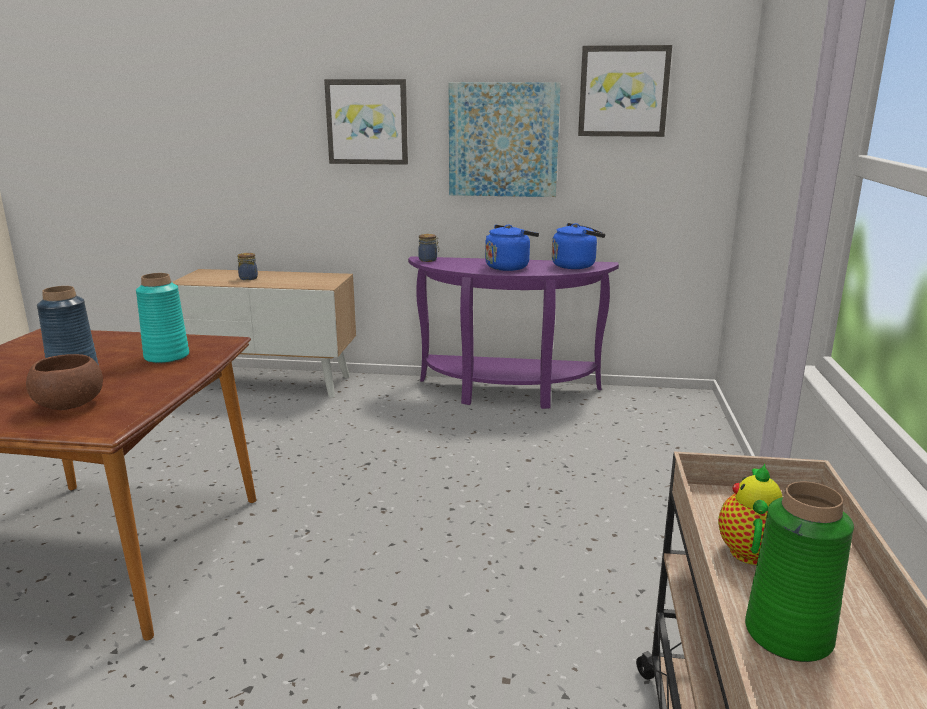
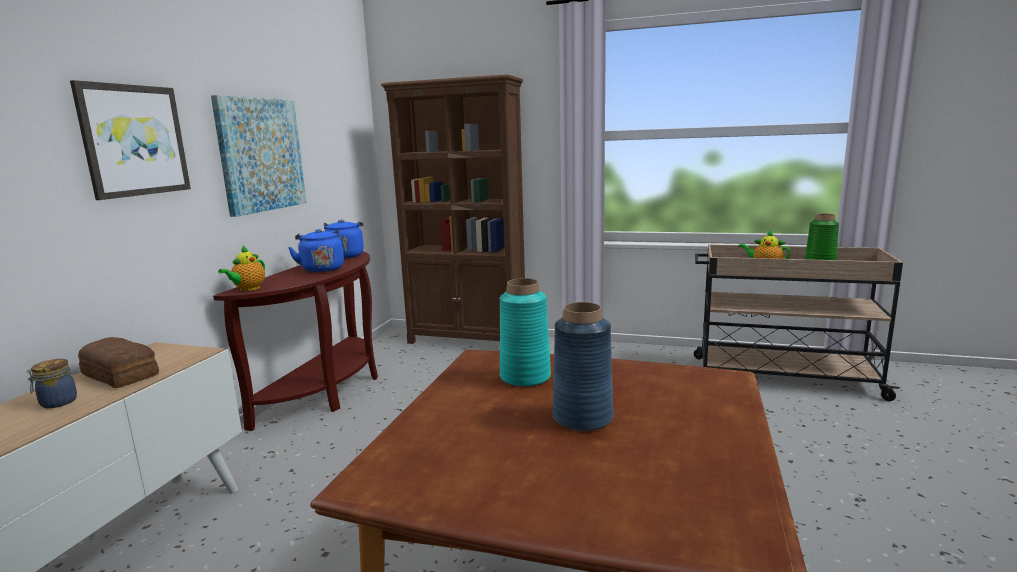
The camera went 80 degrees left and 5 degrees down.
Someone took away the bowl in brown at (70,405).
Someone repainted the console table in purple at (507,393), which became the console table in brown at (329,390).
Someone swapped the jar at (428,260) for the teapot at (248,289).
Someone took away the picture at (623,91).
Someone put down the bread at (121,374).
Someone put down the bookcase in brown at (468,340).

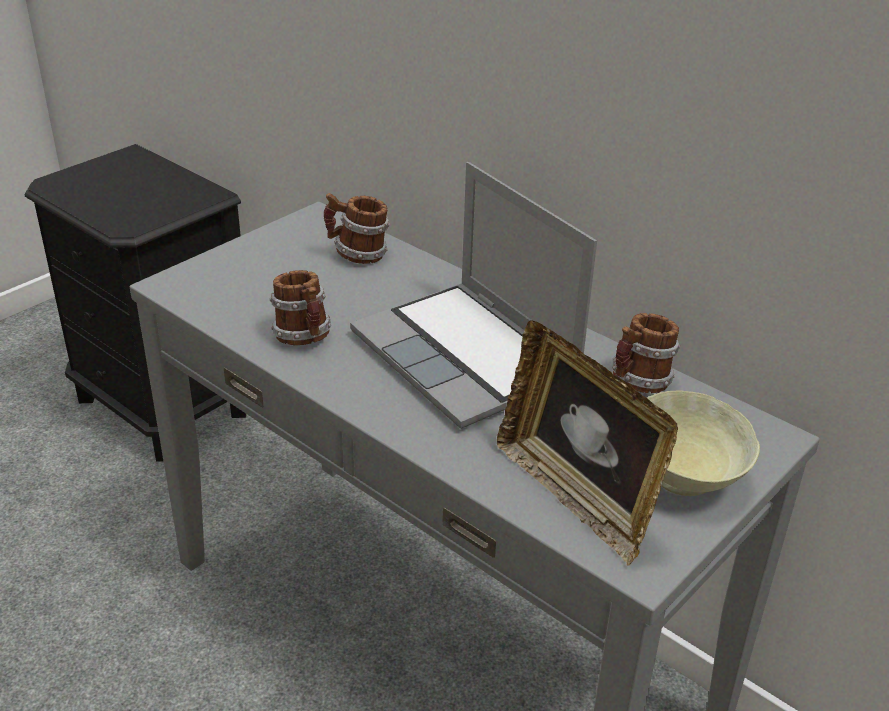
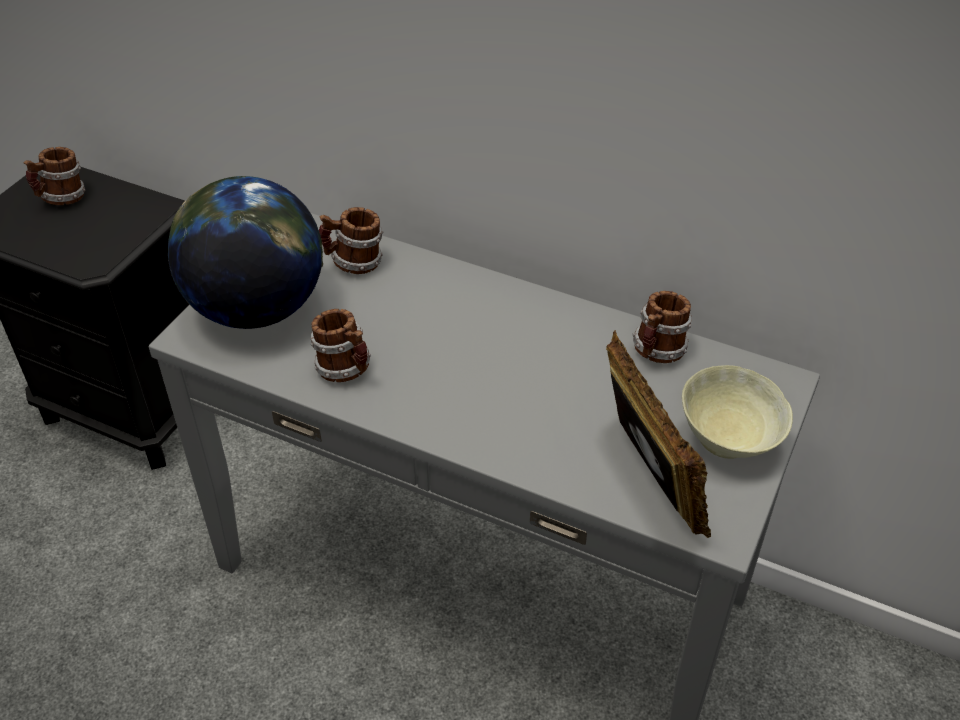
The camera went 15 degrees left and 10 degrees up.
Someone took away the laptop at (468,357).
Someone rotated the picture frame at (576,495) by 150 degrees counterclockwise.
Someone put down the mug at (62,199).
Someone put down the globe at (257,309).

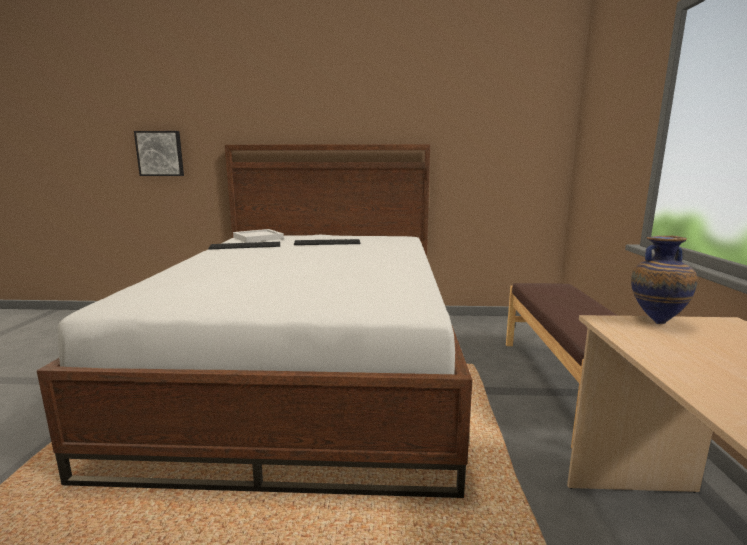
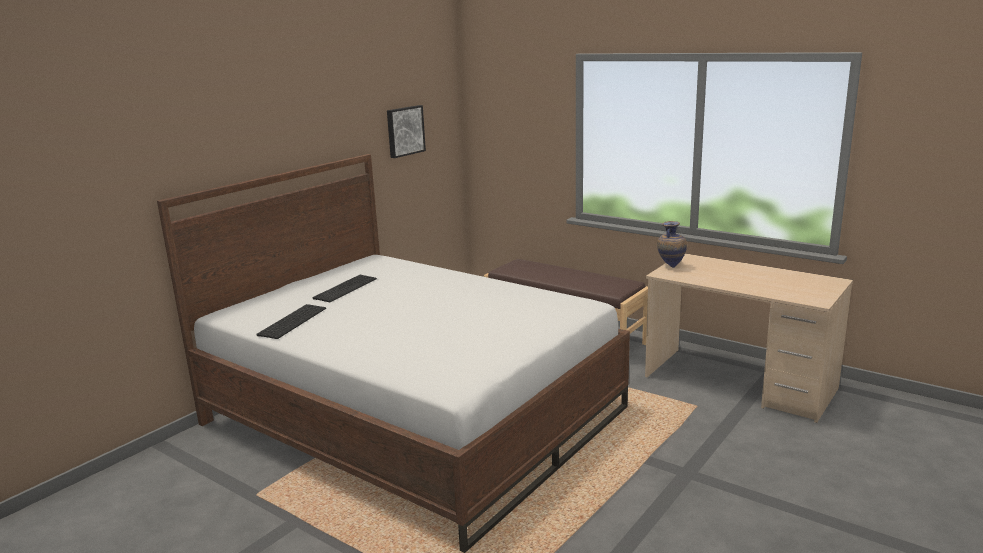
The camera went 55 degrees left and 5 degrees up.
Someone carried the picture from (160,153) to (404,131).
Someone took away the tray in white at (258,238).

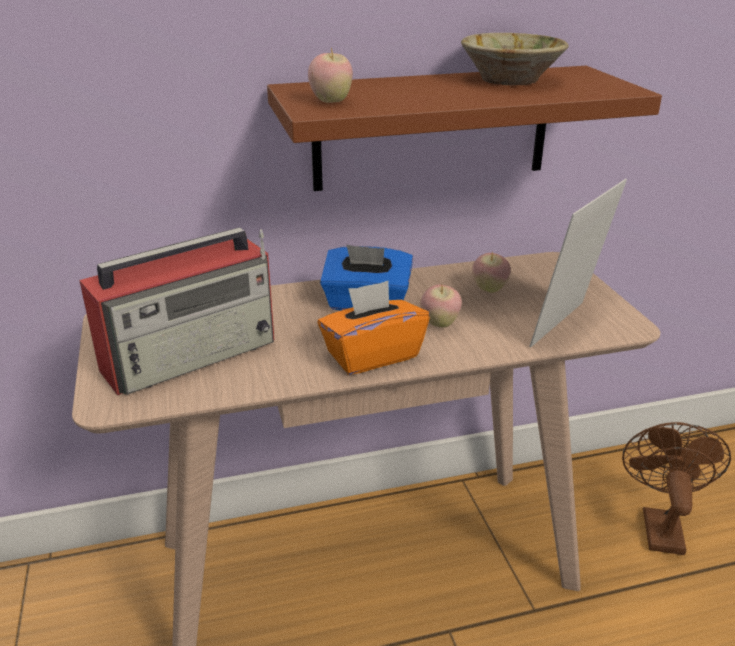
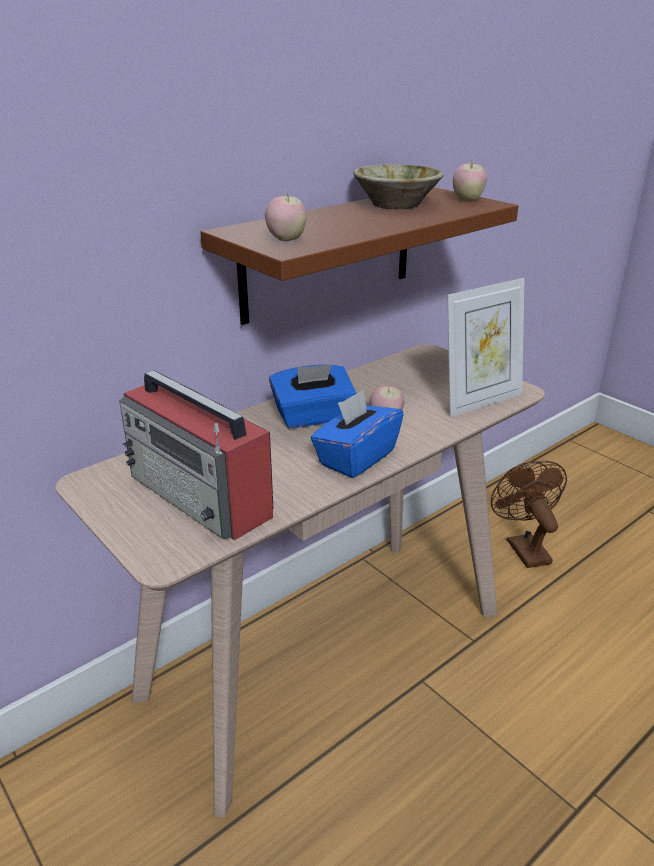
The camera went 25 degrees left and 0 degrees up.
Someone rotated the radio at (193,354) by 105 degrees clockwise.
Someone repainted the tissue box in orange at (372,355), which became the tissue box in blue at (356,458).
Someone carried the apple from (489,289) to (467,200).
Someone rotated the picture frame at (567,327) by 135 degrees counterclockwise.

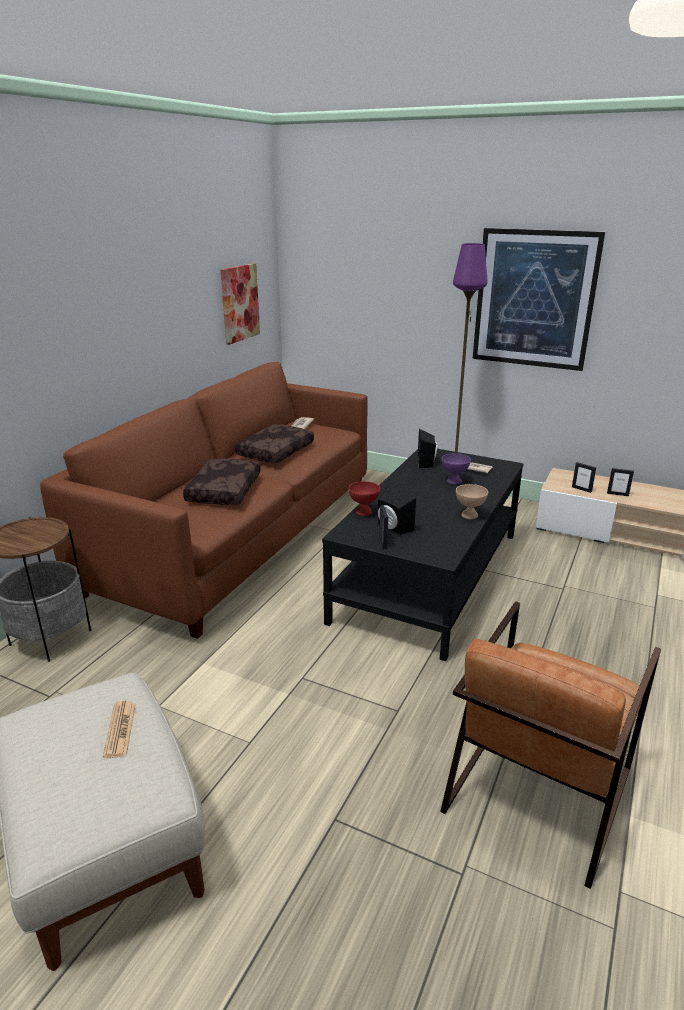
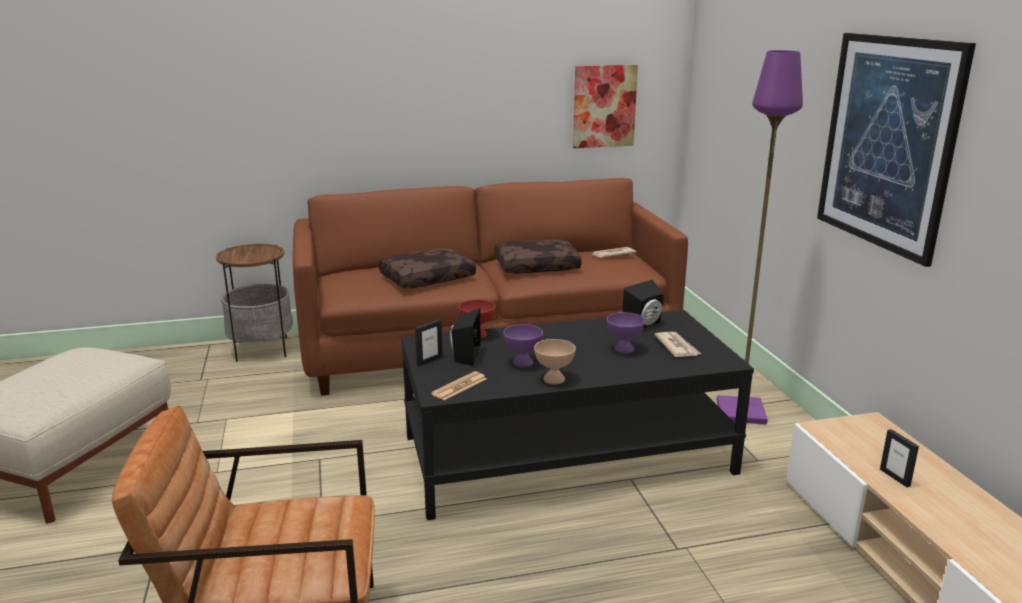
The camera went 50 degrees right and 5 degrees down.
Someone carried the newspaper from (120,729) to (459,386).
Someone took away the picture frame at (581,489).
Someone put down the bowl in purple at (522,363).

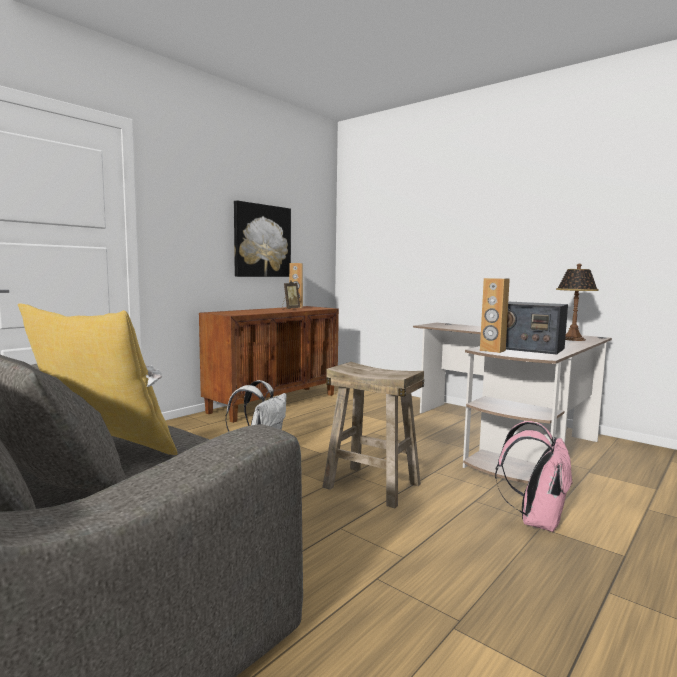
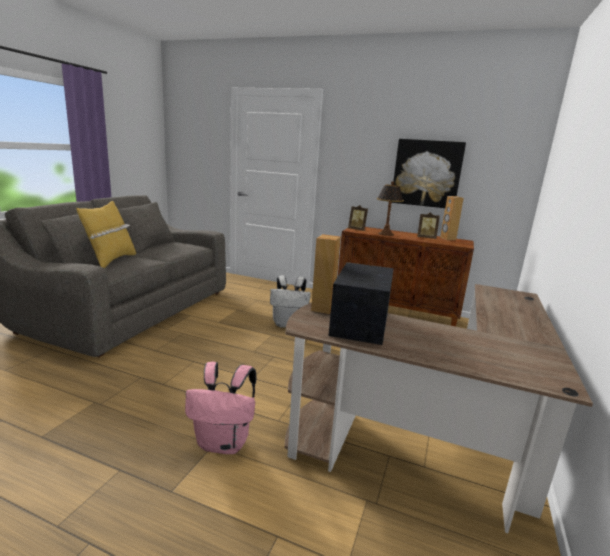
The camera went 70 degrees right and 10 degrees up.
Someone took away the stool in beige at (371,486).
Someone carried the table lamp from (573,339) to (385,234).
Someone put down the picture frame at (357,230).

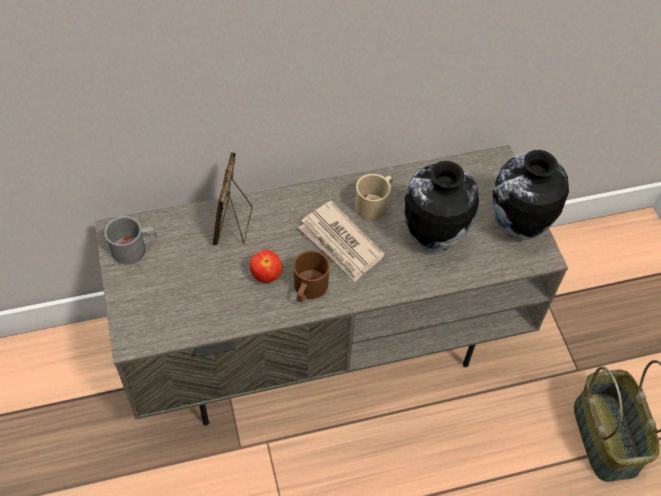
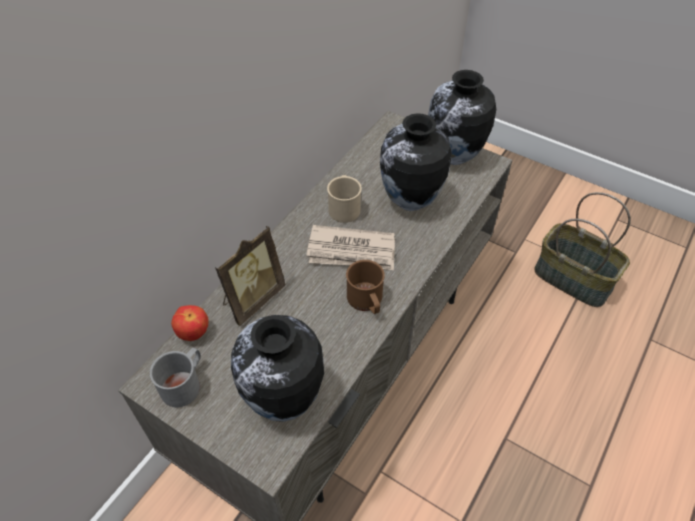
The camera went 40 degrees left and 5 degrees down.
Someone rotated the picture frame at (233,224) by 105 degrees counterclockwise.
Someone carried the apple from (266,276) to (194,333).
Someone put down the vase at (283,401).

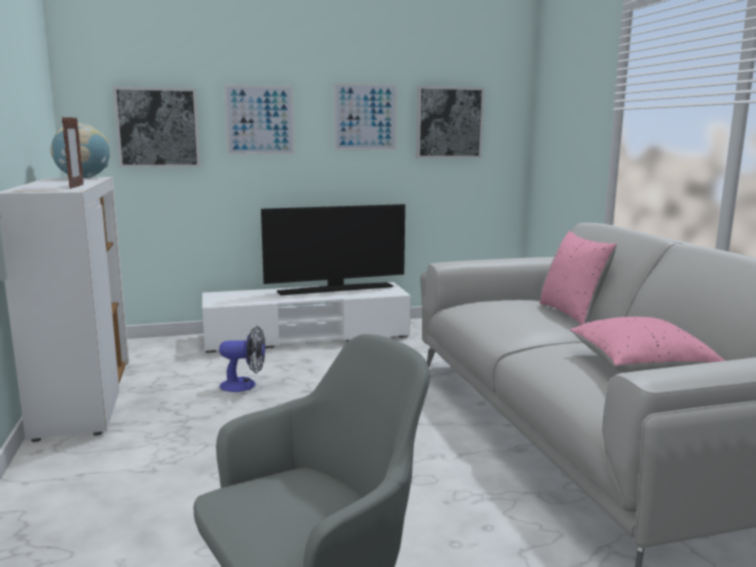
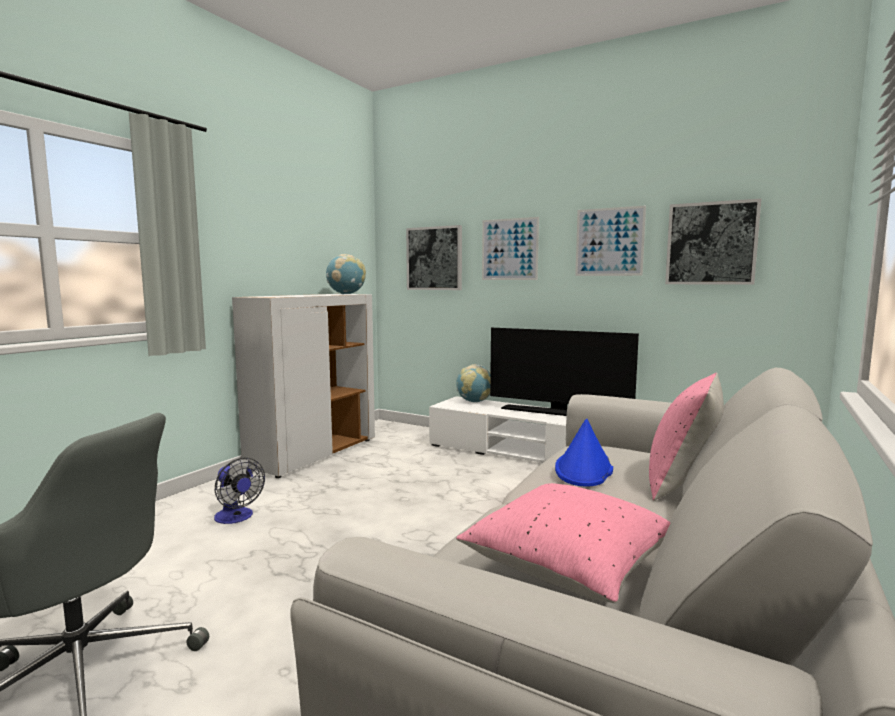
The camera went 45 degrees right and 5 degrees down.
Someone took away the picture frame at (76,187).
Someone carried the fan from (244,385) to (236,518).
Someone put down the globe at (474,402).
Someone put down the hat in blue at (584,469).

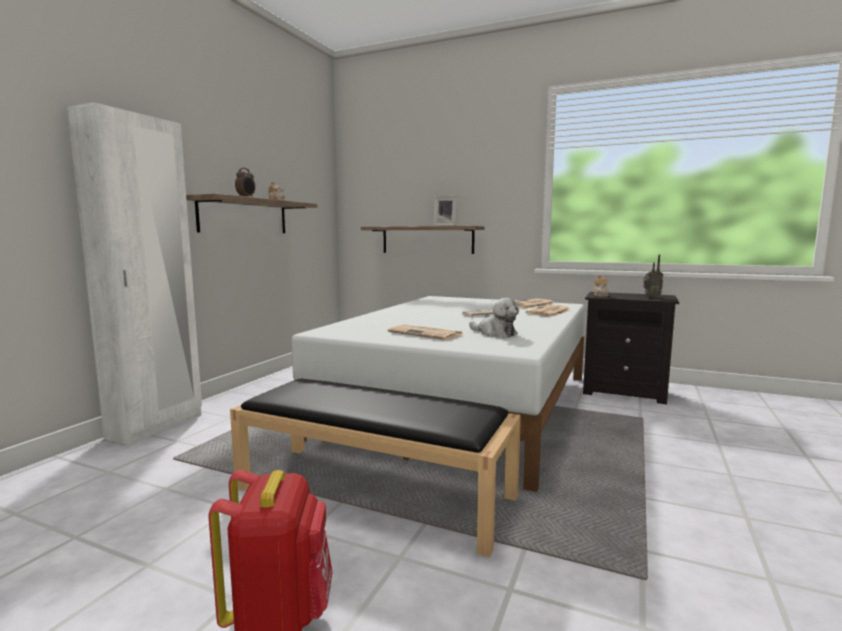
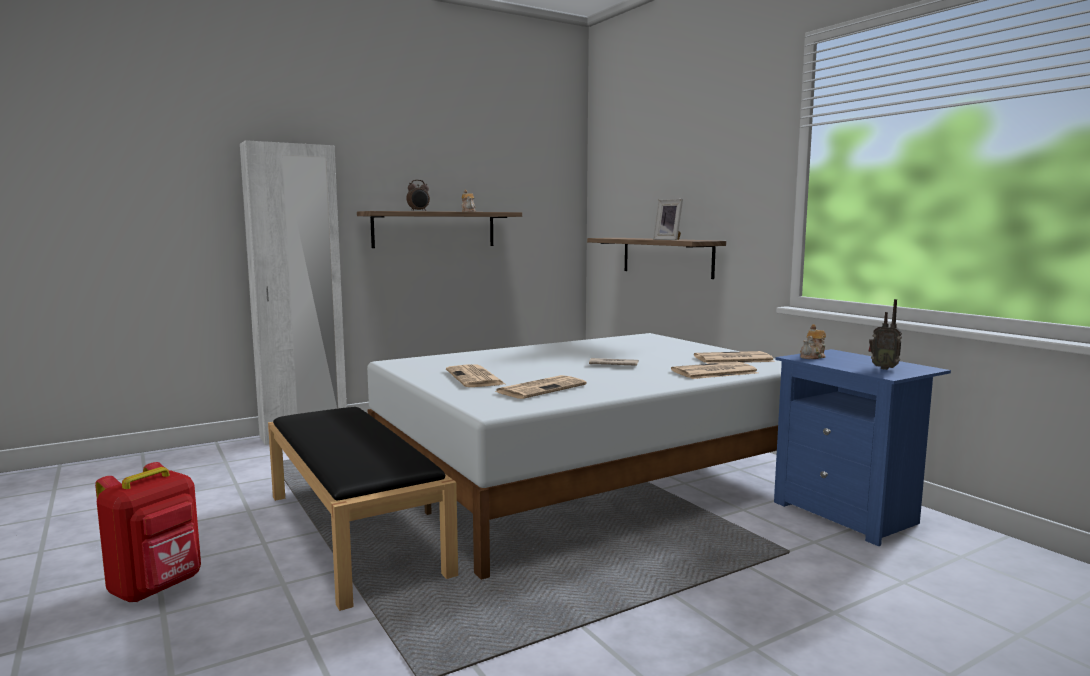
The camera went 35 degrees right and 0 degrees up.
Someone swapped the plush toy at (495,333) for the newspaper at (541,388).
Someone repainted the nightstand in black at (624,391), which became the nightstand in blue at (849,514).

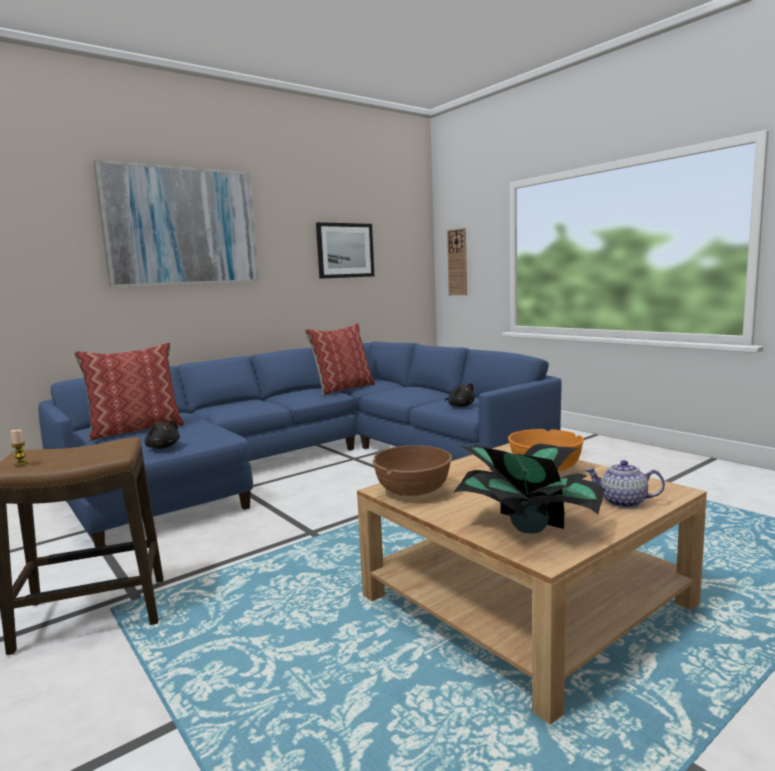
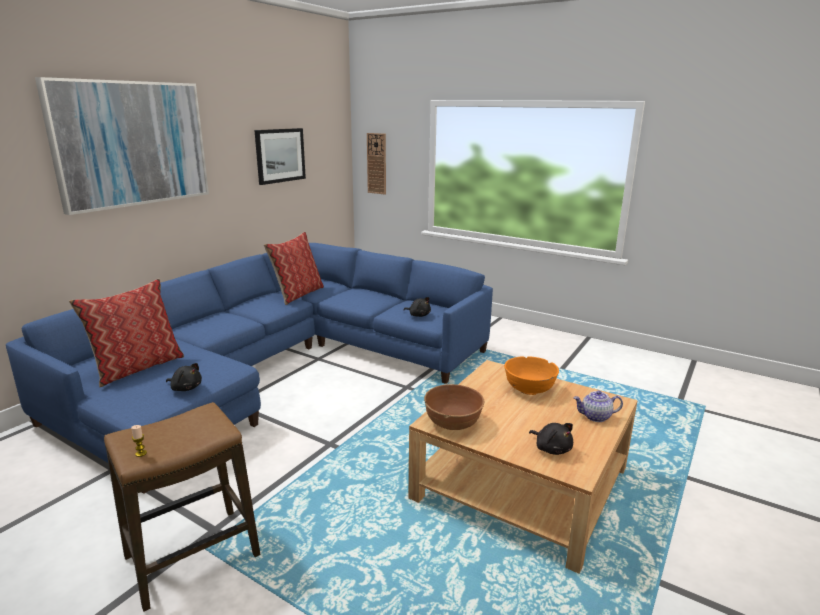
The camera went 20 degrees left and 10 degrees up.
Someone swapped the potted plant at (527,527) for the plush toy in black at (551,448).

